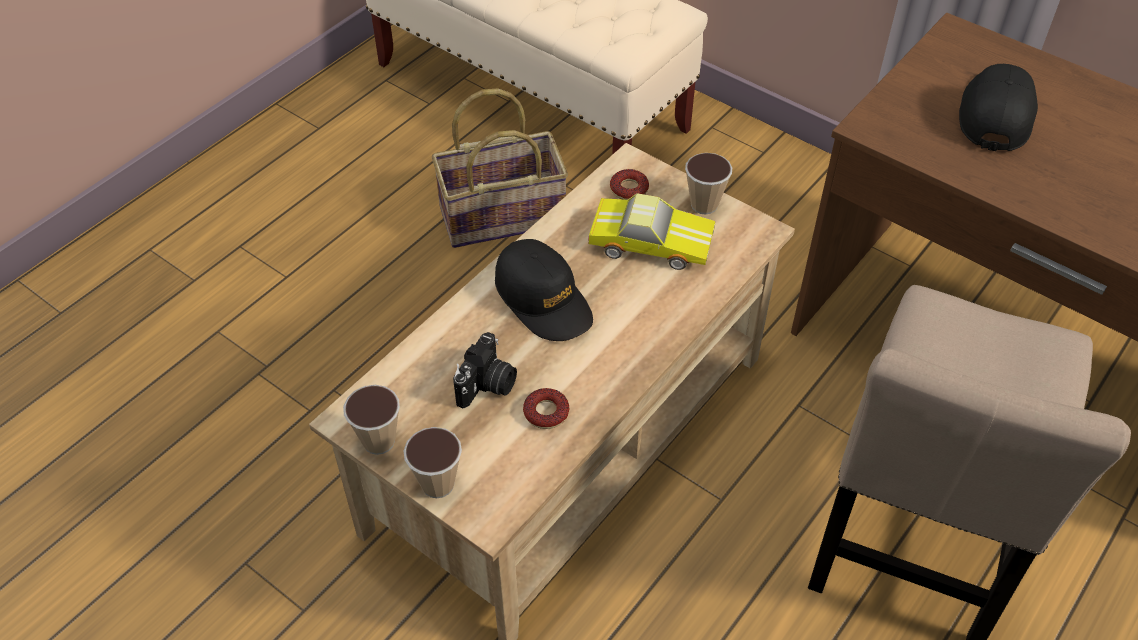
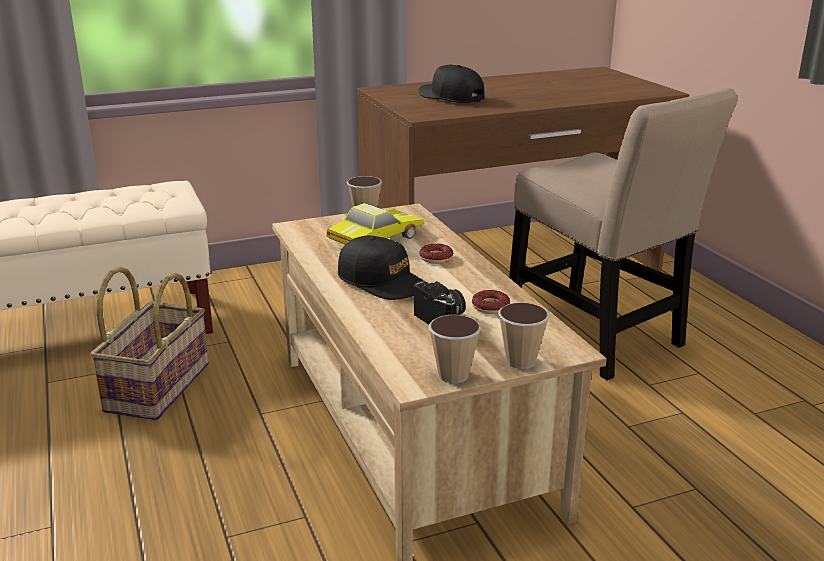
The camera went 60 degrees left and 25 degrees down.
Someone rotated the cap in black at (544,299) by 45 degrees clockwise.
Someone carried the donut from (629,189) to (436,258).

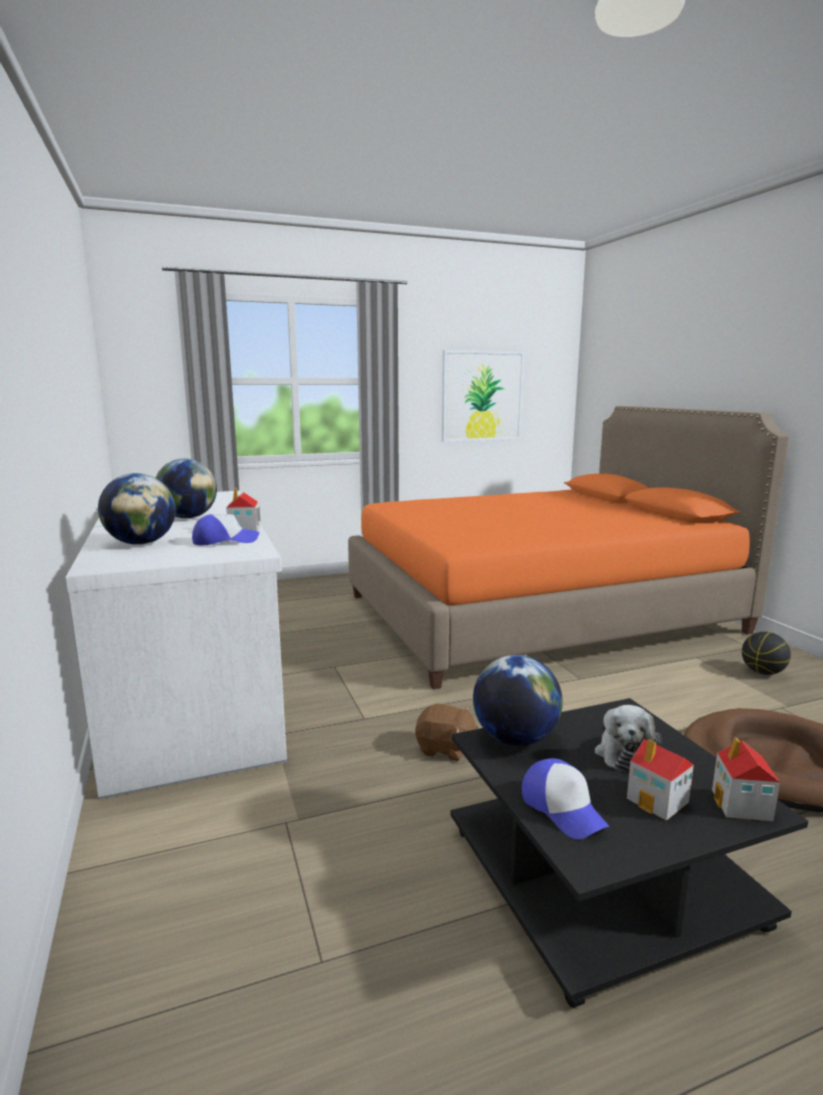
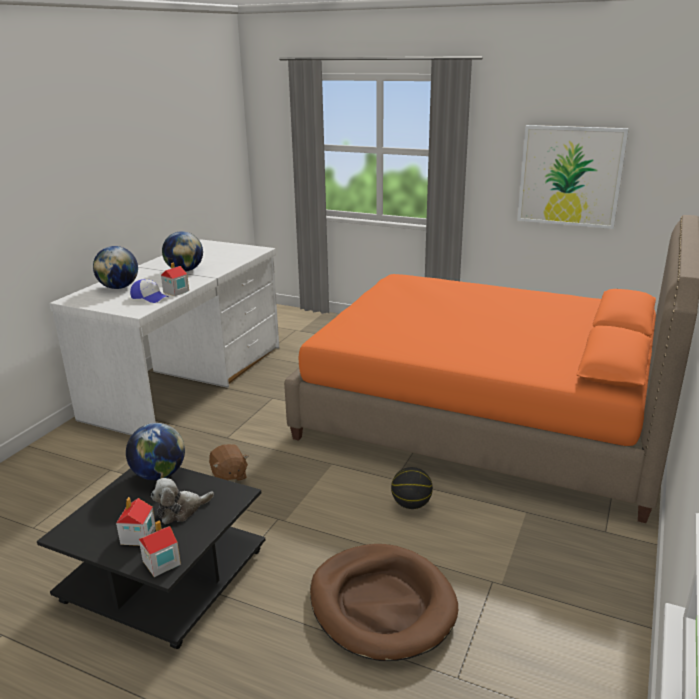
The camera went 45 degrees right and 10 degrees up.
Someone took away the cap at (563,808).
Someone carried the basketball from (763,672) to (411,504).

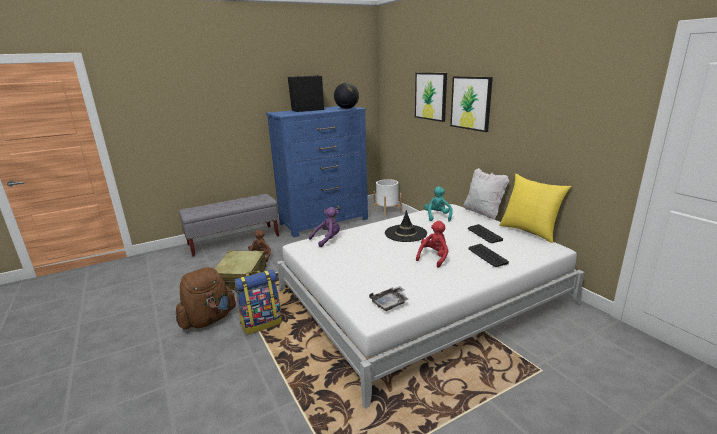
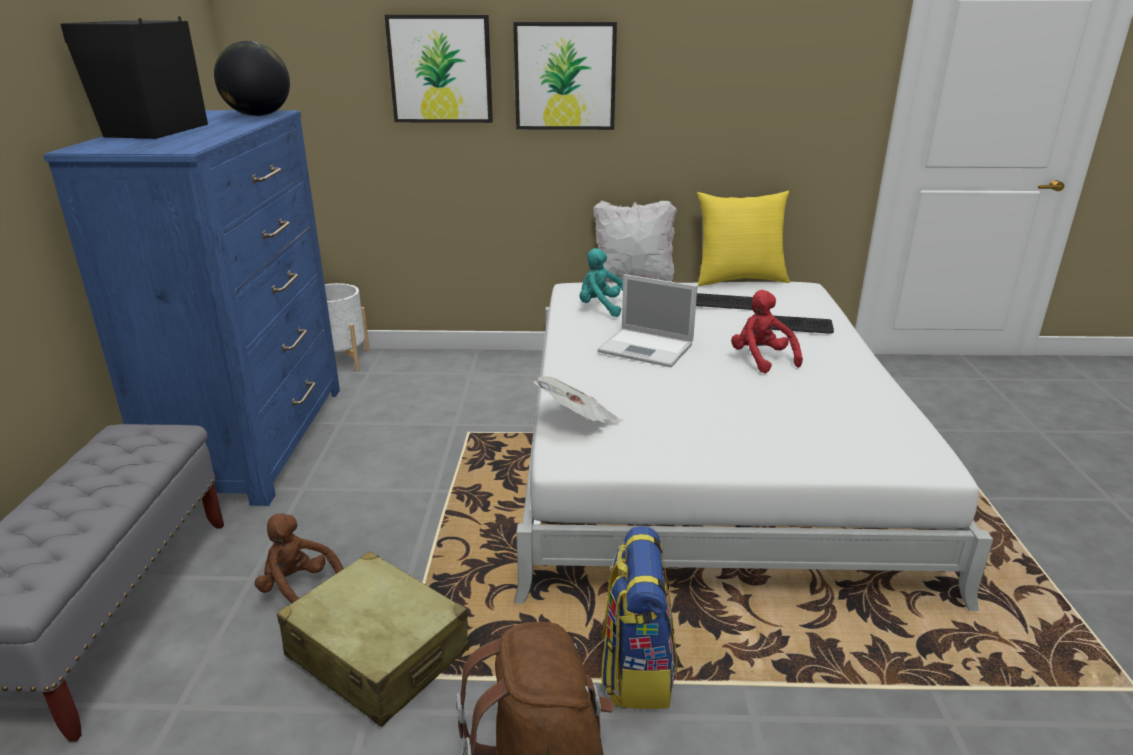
The camera went 60 degrees left and 5 degrees up.
Someone swapped the plush toy in purple at (327,239) for the newspaper at (578,421).
Someone took away the tray in grey at (390,303).
Someone swapped the hat in black at (405,233) for the laptop at (647,348).

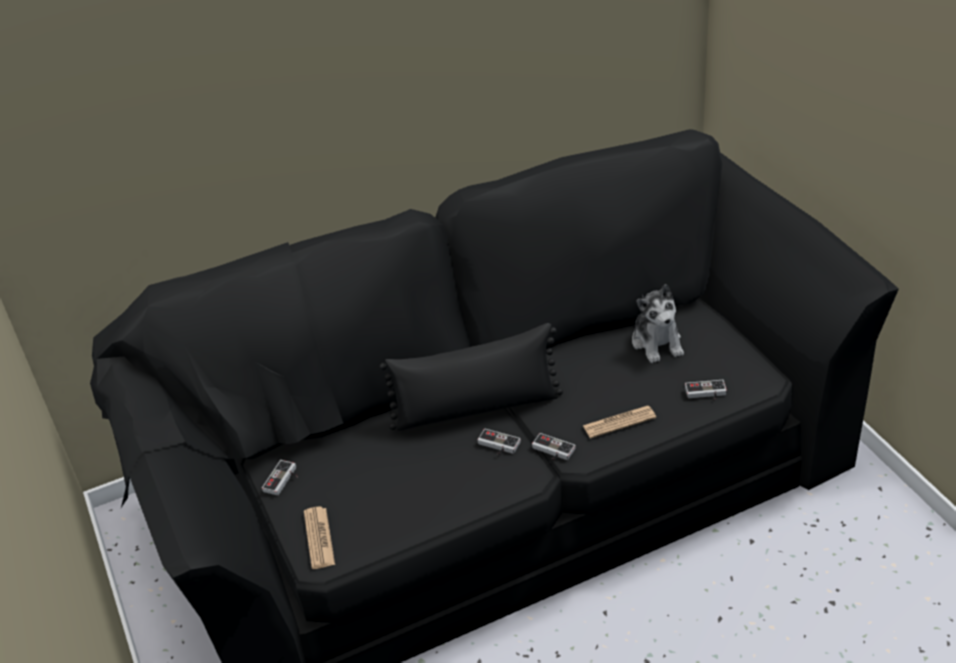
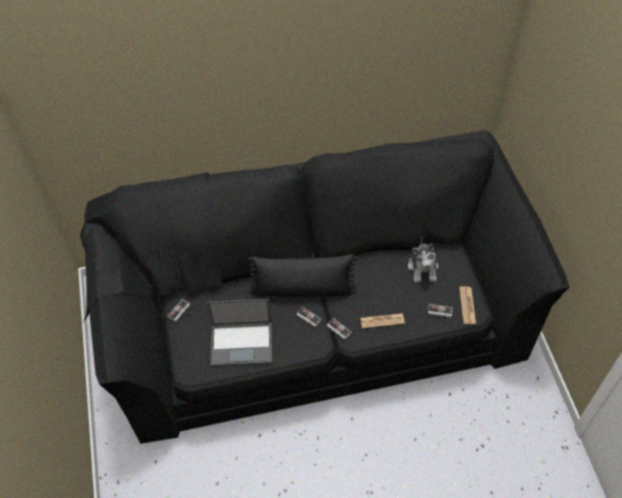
The camera went 10 degrees right and 15 degrees up.
Someone carried the newspaper from (319,538) to (467,305).
Someone put down the laptop at (242,343).

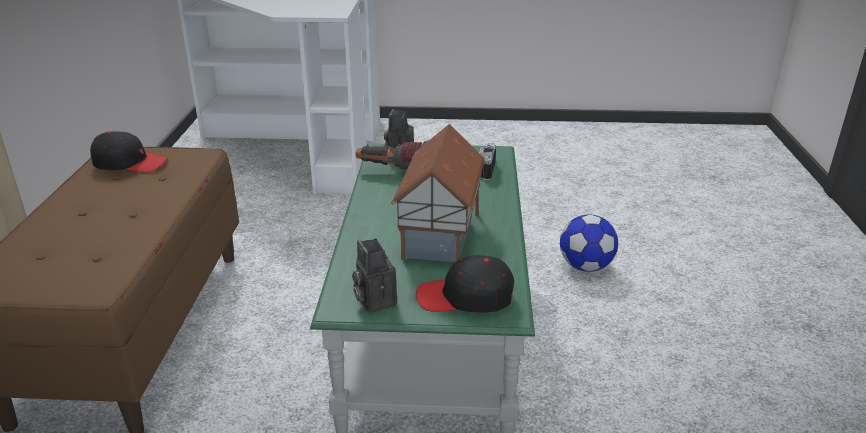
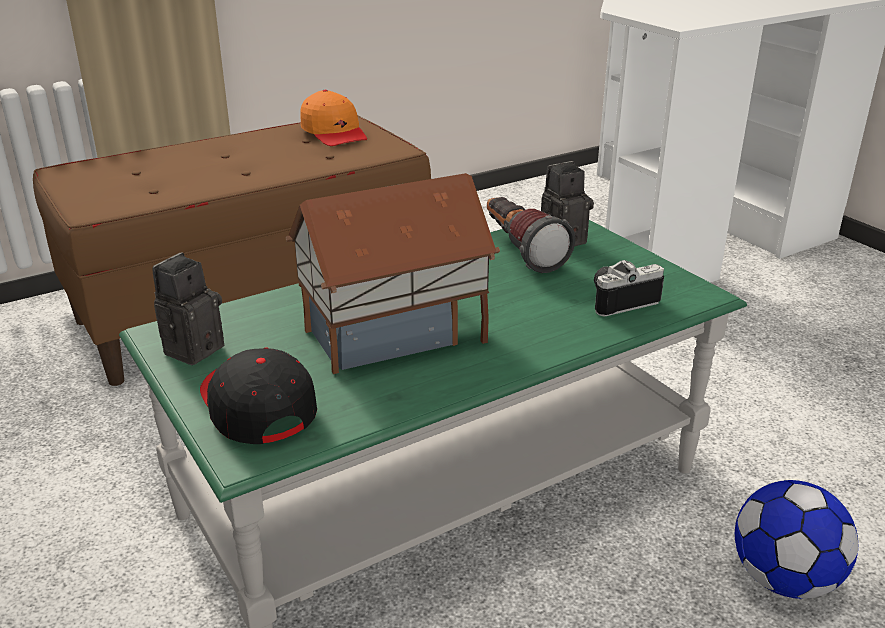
The camera went 55 degrees right and 0 degrees up.
Someone repainted the cap in black at (129,163), which became the cap in orange at (334,133).

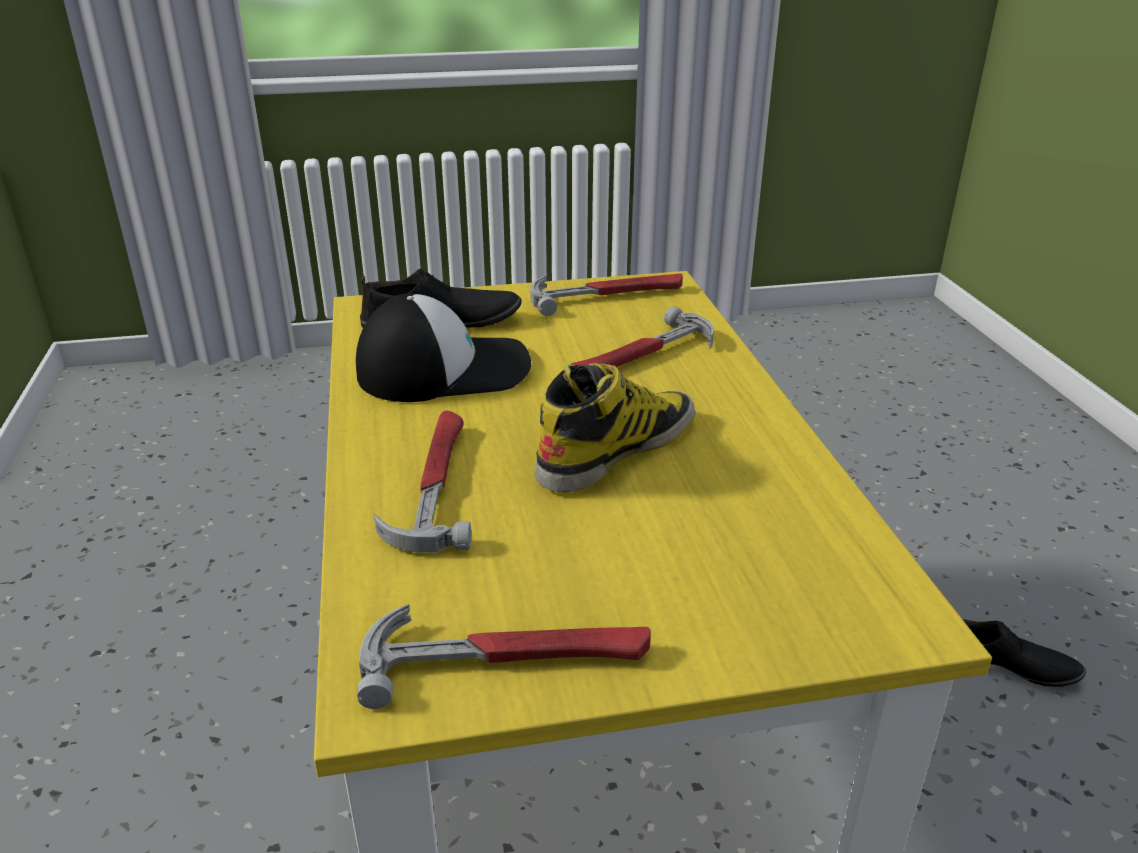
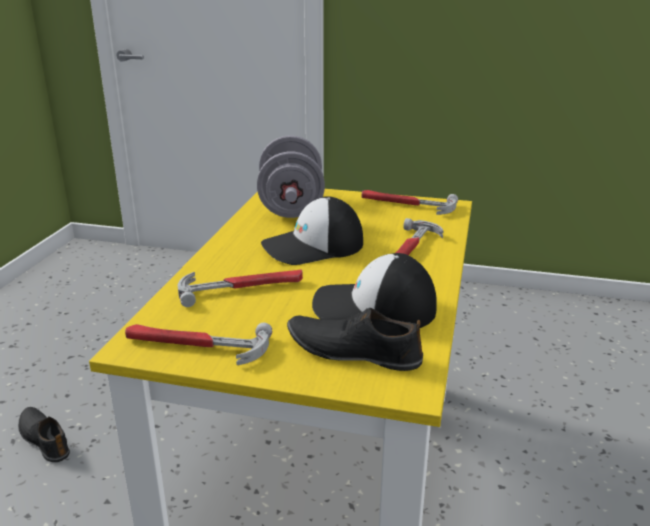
The camera went 155 degrees left and 5 degrees down.
Someone swapped the boot at (616,449) for the cap at (313,246).
Someone put down the dumbbell in grey at (291,206).

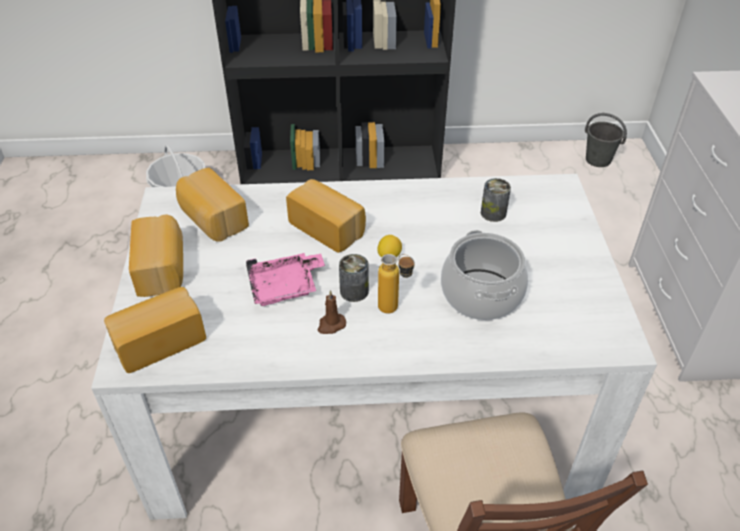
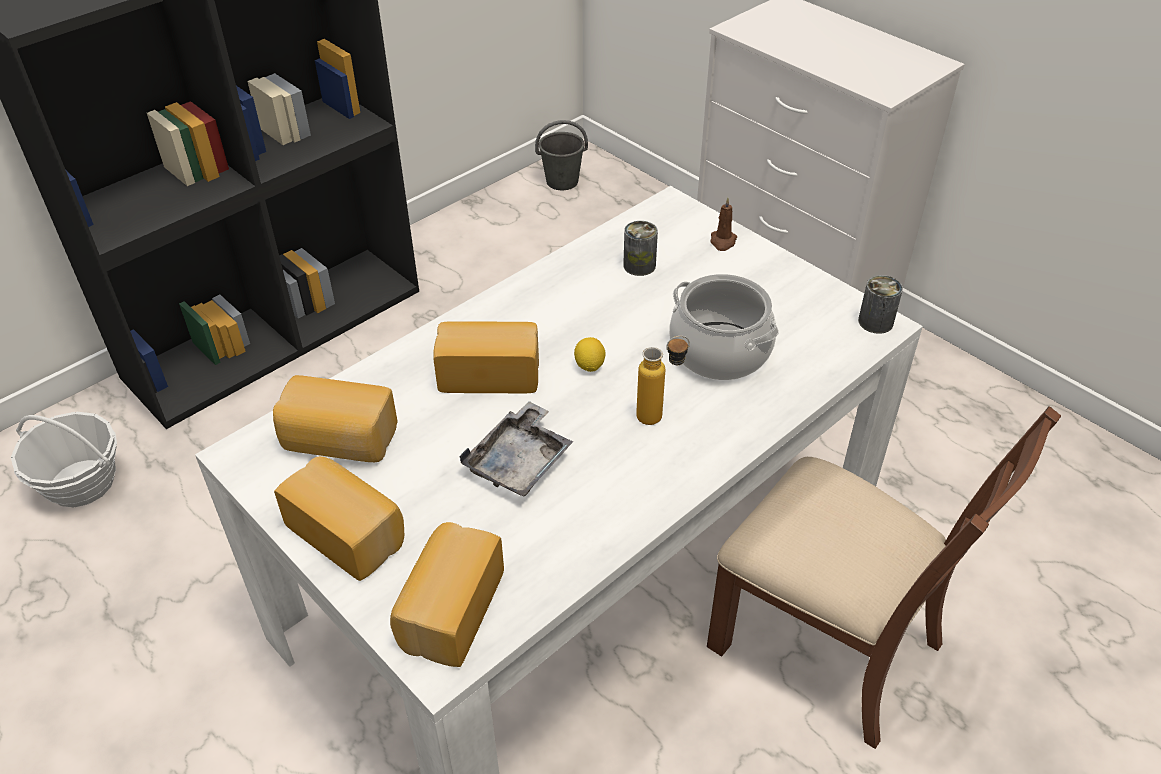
The camera went 40 degrees left and 0 degrees up.
Someone repainted the tray in pink at (285,287), which became the tray in grey at (520,462).
Someone carried the candle in brown from (331,325) to (723,241).
Someone carried the can from (354,291) to (875,322).

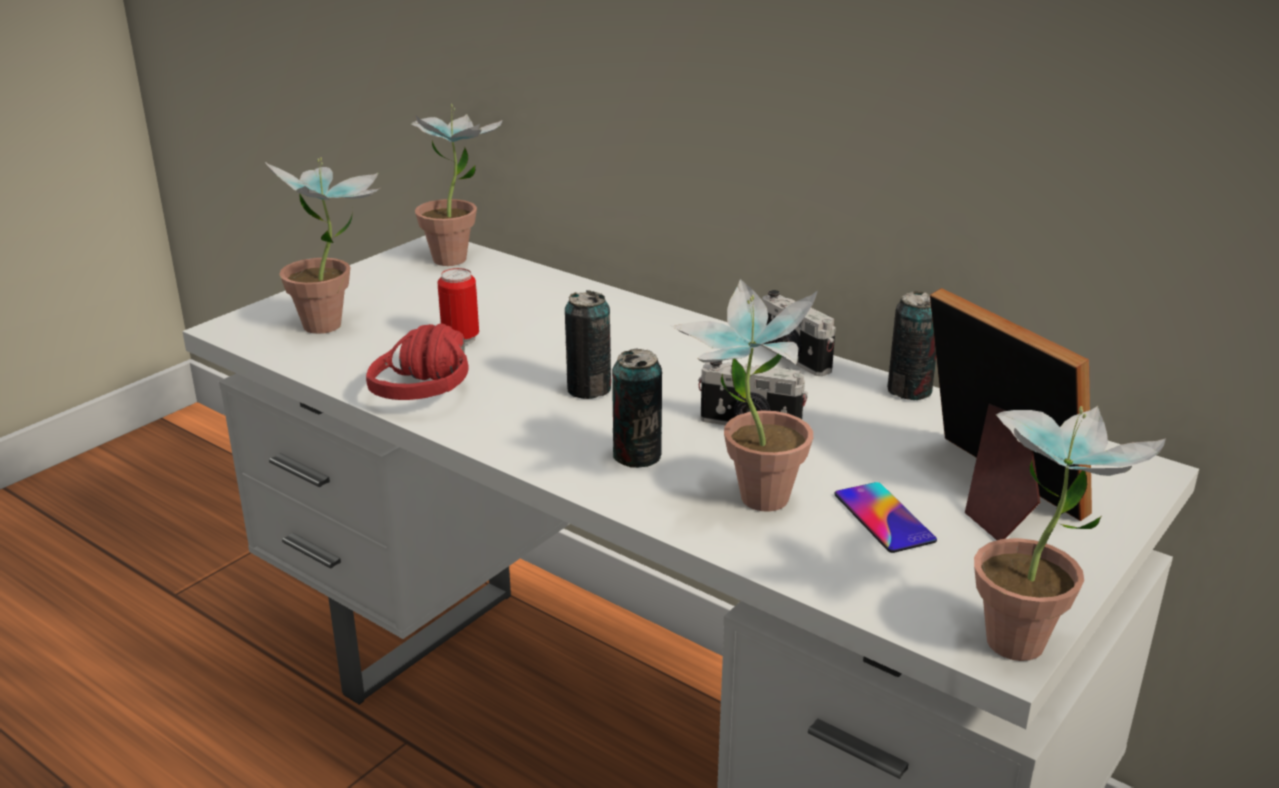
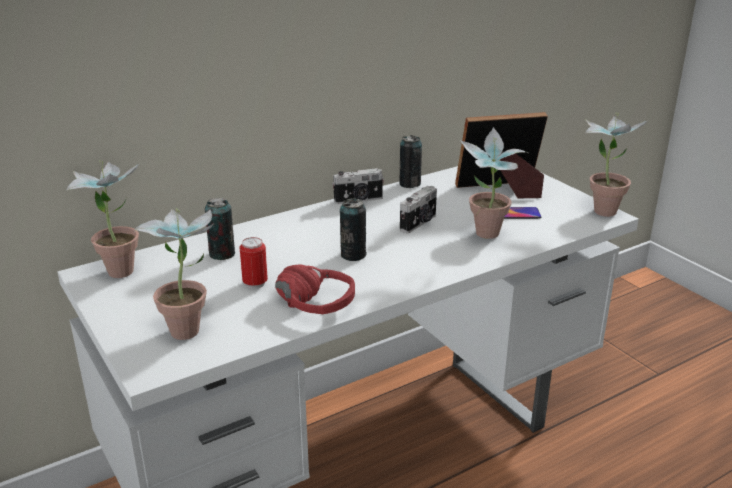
The camera went 70 degrees left and 0 degrees up.
Someone carried the can from (637,456) to (222,254).

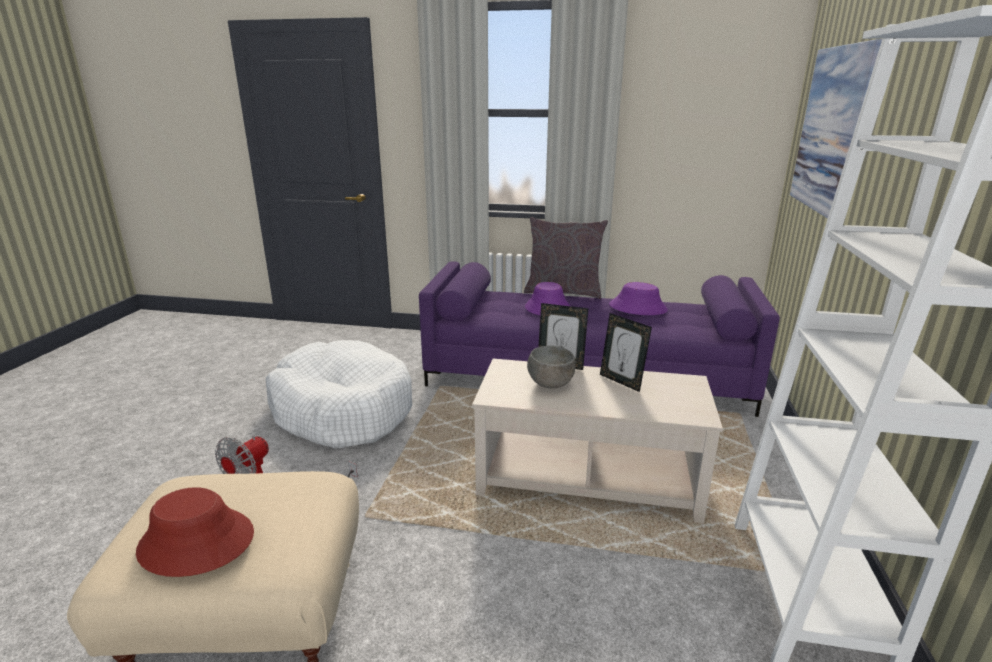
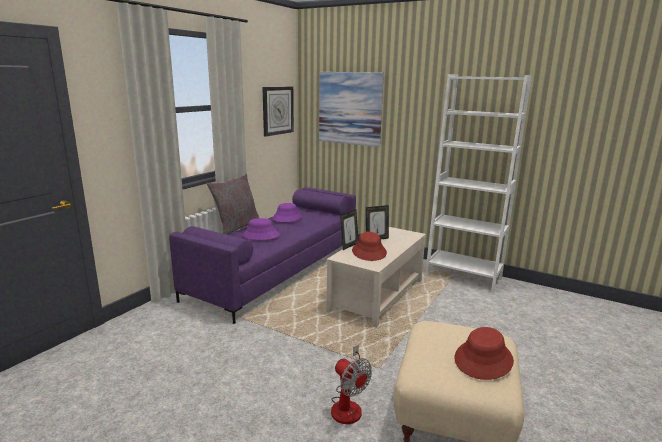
The camera went 70 degrees left and 5 degrees down.
Someone took away the dog bed in white at (342,409).
Someone swapped the bowl in grey at (550,384) for the hat in red at (369,252).
Someone put up the wall clock at (277,110).

